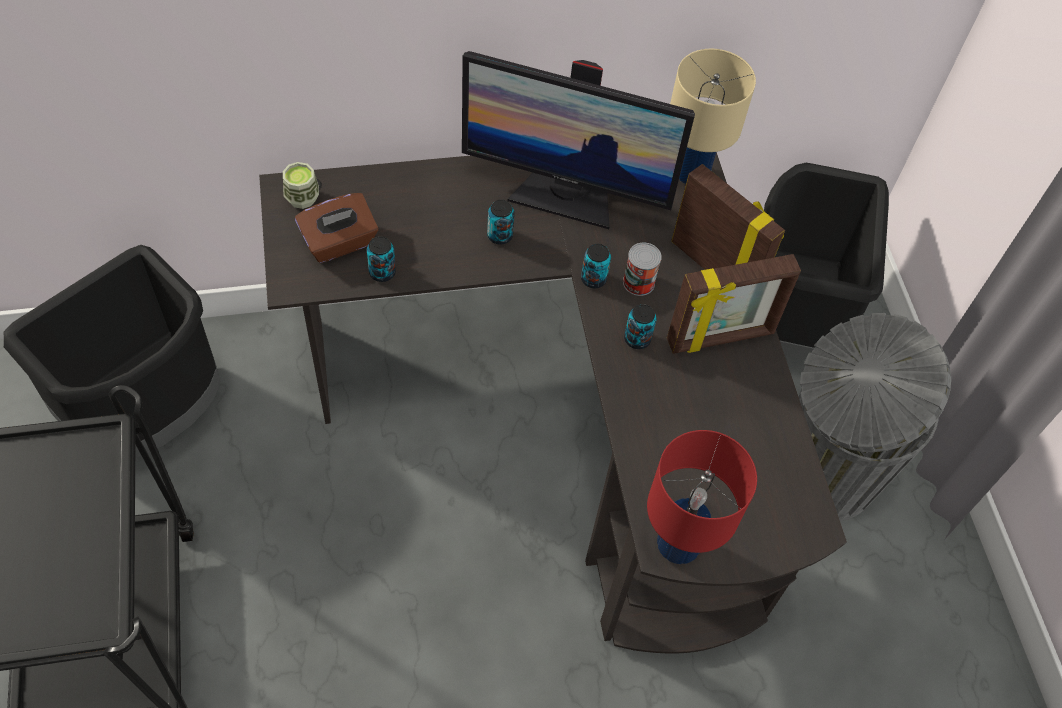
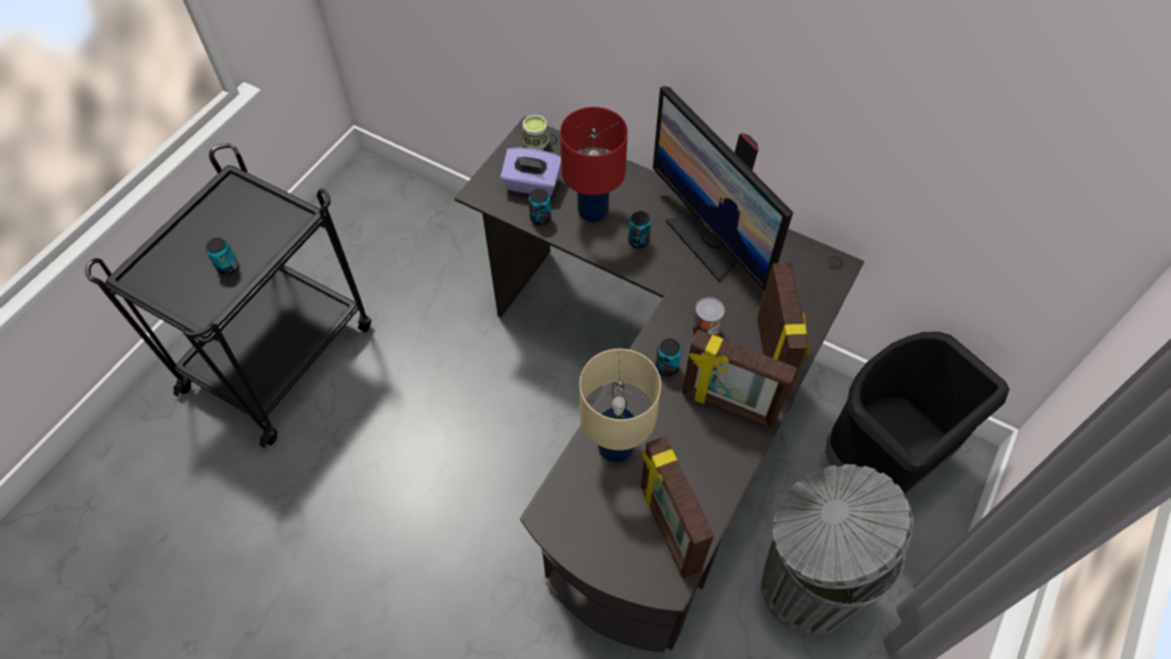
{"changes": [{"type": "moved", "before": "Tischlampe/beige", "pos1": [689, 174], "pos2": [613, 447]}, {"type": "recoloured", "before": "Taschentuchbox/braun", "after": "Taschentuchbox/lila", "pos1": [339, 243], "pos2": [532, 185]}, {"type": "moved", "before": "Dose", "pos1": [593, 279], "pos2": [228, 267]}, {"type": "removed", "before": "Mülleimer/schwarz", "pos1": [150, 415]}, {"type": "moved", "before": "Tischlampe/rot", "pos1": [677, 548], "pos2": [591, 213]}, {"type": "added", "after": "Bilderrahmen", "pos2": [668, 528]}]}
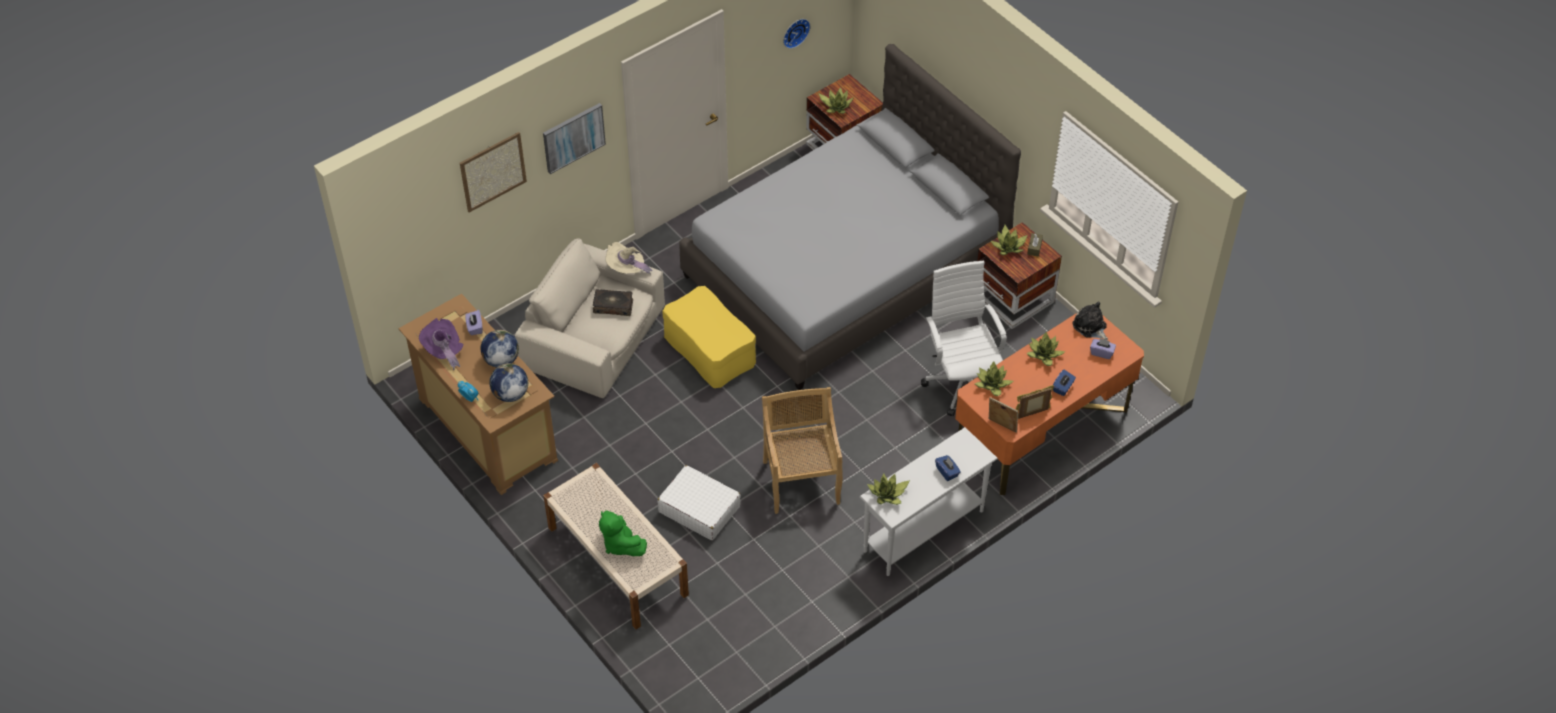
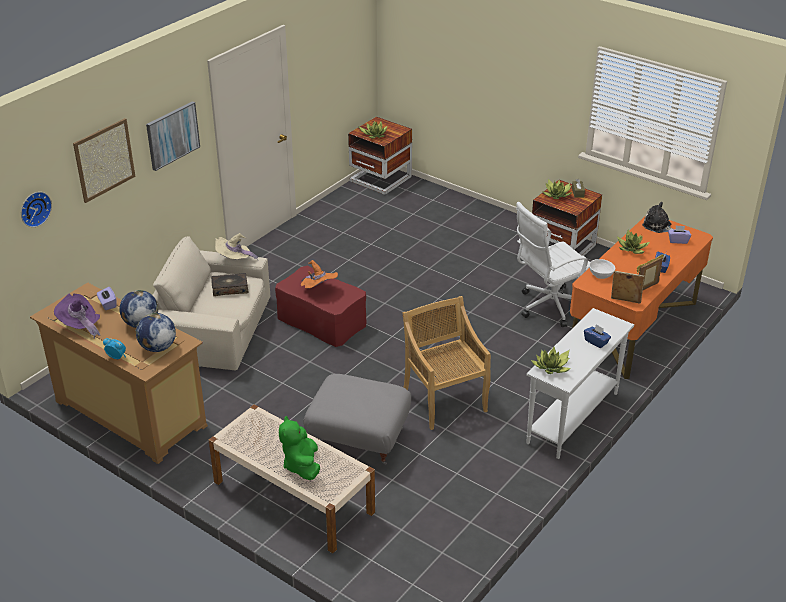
{"changes": [{"type": "moved", "before": "Wanduhr", "pos1": [794, 32], "pos2": [34, 208]}, {"type": "removed", "before": "Bett/grau", "pos1": [846, 269]}, {"type": "turned", "before": "Bürostuhl/weiß", "pos1": [960, 382], "pos2": [549, 307], "turn": -90}, {"type": "recoloured", "before": "Polsterhocker/gelb", "after": "Polsterhocker/rot", "pos1": [710, 350], "pos2": [322, 321]}, {"type": "replaced", "before": "Topfpflanze", "after": "Schüssel/weiß", "pos1": [992, 384], "pos2": [600, 275]}, {"type": "replaced", "before": "Koffer/weiß", "after": "Polsterhocker/grau", "pos1": [699, 509], "pos2": [358, 439]}, {"type": "turned", "before": "Plüschtier/grün", "pos1": [621, 544], "pos2": [302, 465], "turn": 45}, {"type": "added", "after": "Hut/orange", "pos2": [318, 289]}]}
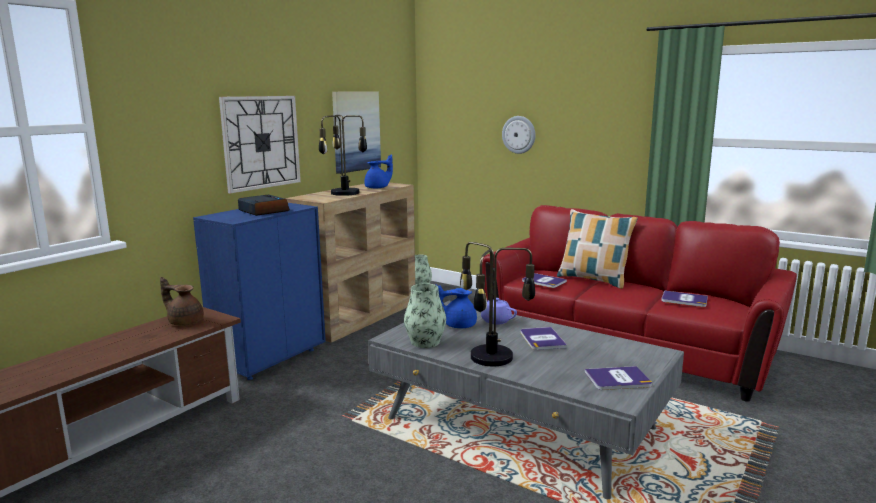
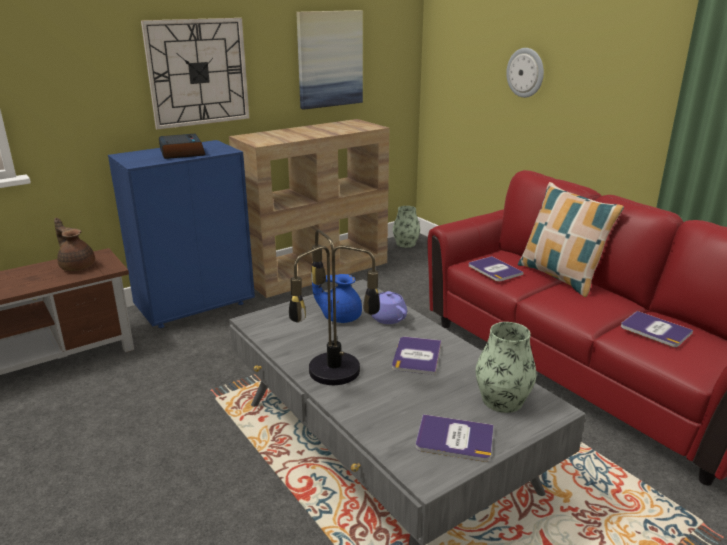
{"changes": [{"type": "removed", "before": "Tischlampe", "pos1": [344, 193]}, {"type": "removed", "before": "Teekanne/blau", "pos1": [378, 188]}, {"type": "moved", "before": "Vase", "pos1": [425, 342], "pos2": [502, 400]}]}
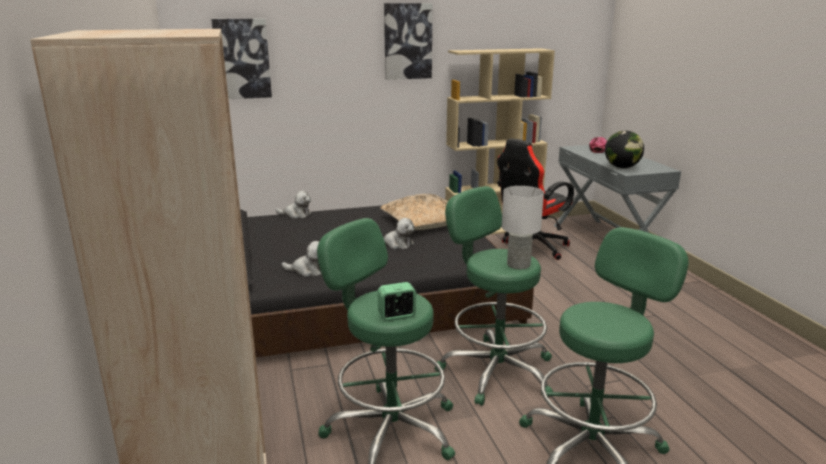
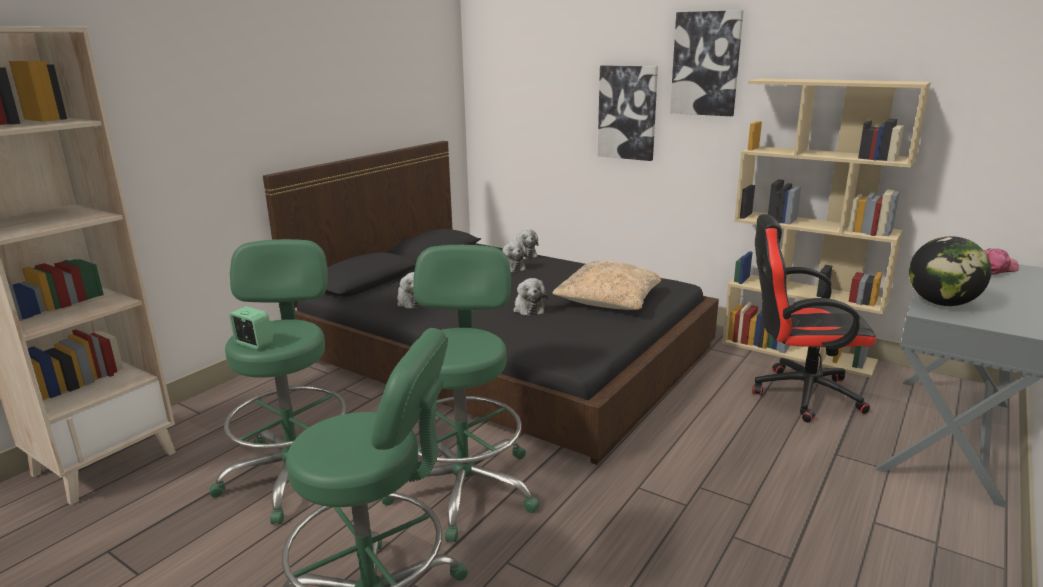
{"changes": [{"type": "moved", "before": "Bild", "pos1": [242, 59], "pos2": [627, 112]}, {"type": "removed", "before": "Tischlampe/weiß", "pos1": [518, 264]}, {"type": "added", "after": "Plüschtier", "pos2": [511, 267]}]}
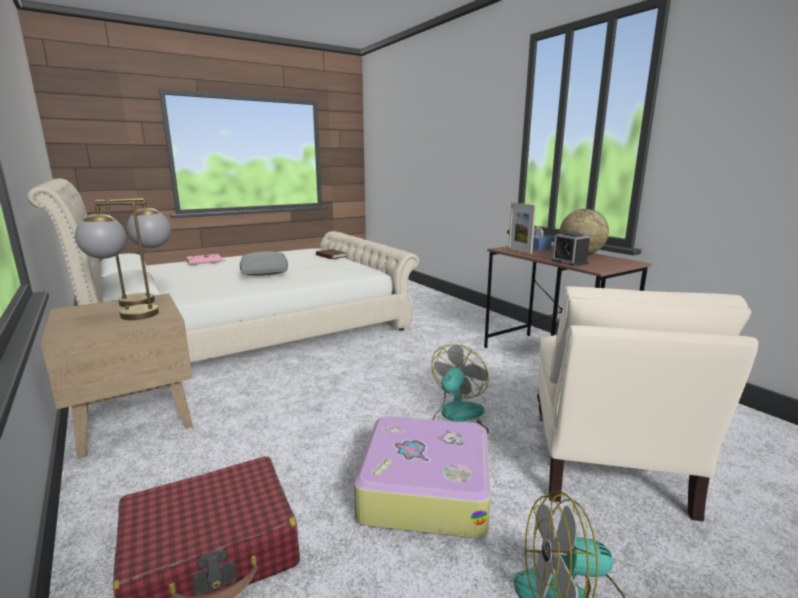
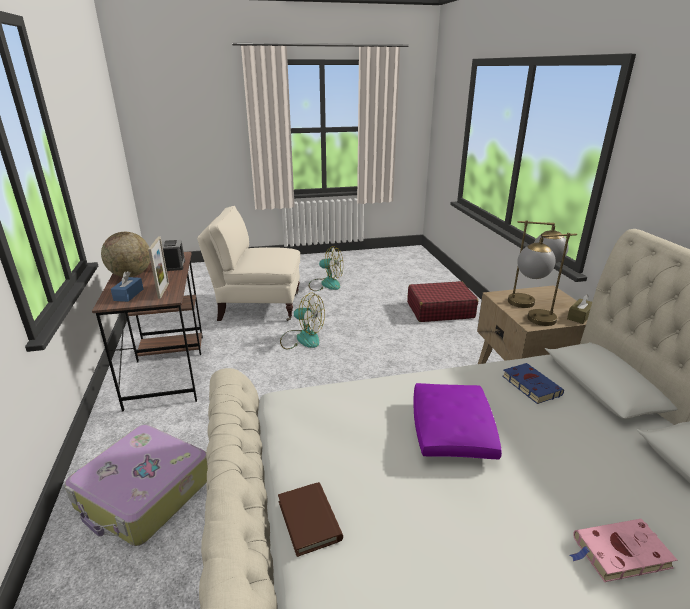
{"changes": [{"type": "recoloured", "before": "Kissen/grau", "after": "Kissen/lila", "pos1": [264, 272], "pos2": [452, 431]}, {"type": "turned", "before": "Sessel/beige", "pos1": [605, 463], "pos2": [257, 306], "turn": -120}, {"type": "turned", "before": "Ventilator", "pos1": [457, 417], "pos2": [302, 338], "turn": -120}, {"type": "moved", "before": "Koffer", "pos1": [424, 488], "pos2": [144, 494]}, {"type": "added", "after": "Taschentuchbox/braun", "pos2": [579, 316]}, {"type": "added", "after": "Buch/blau", "pos2": [529, 385]}]}
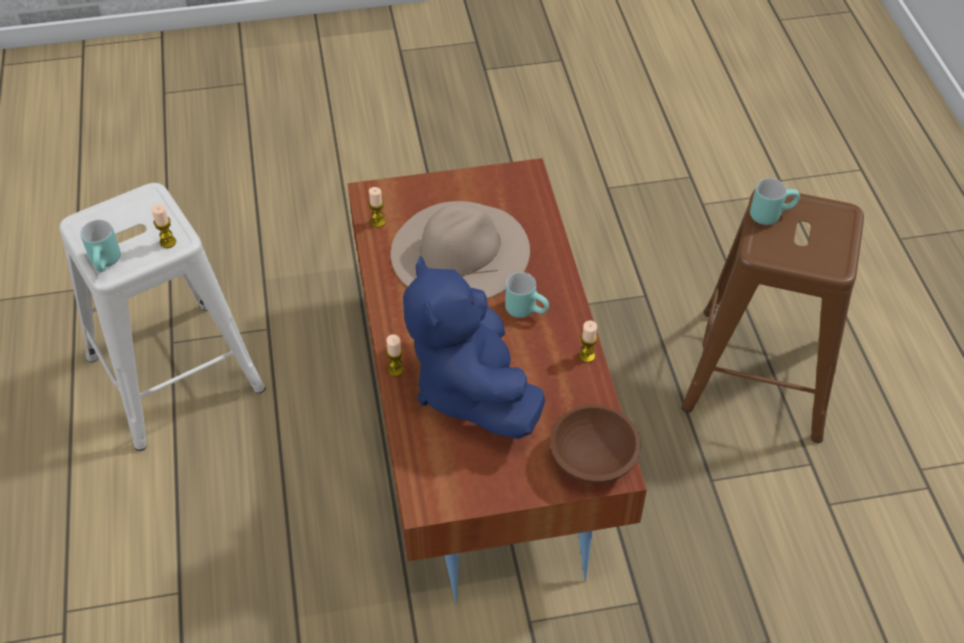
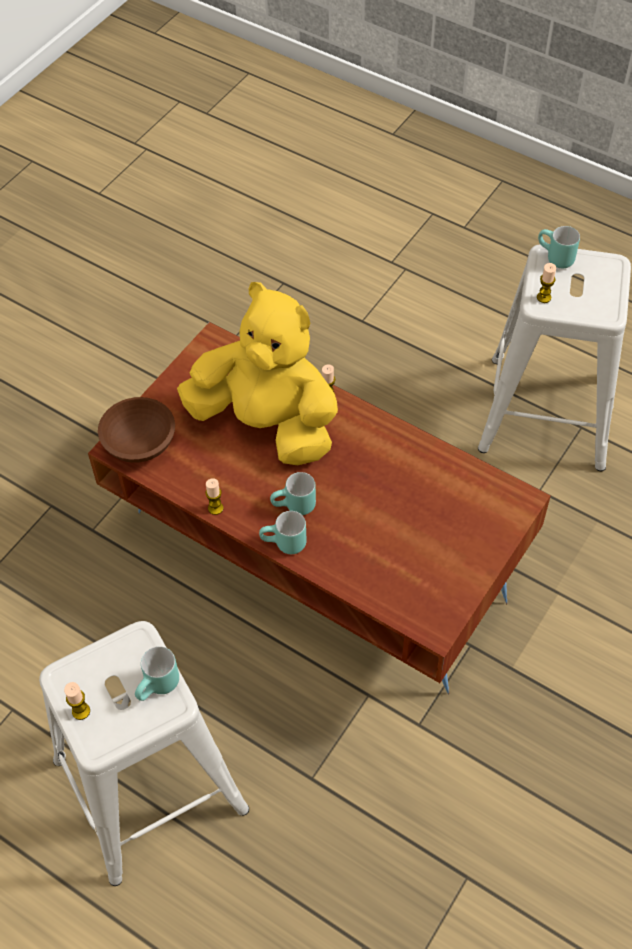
{"changes": [{"type": "moved", "before": "Kerze", "pos1": [377, 222], "pos2": [81, 711]}, {"type": "recoloured", "before": "Hocker/braun", "after": "Hocker/weiß", "pos1": [760, 374], "pos2": [149, 784]}, {"type": "removed", "before": "Hut/beige", "pos1": [460, 251]}, {"type": "recoloured", "before": "Plüschtier/blau", "after": "Plüschtier/gelb", "pos1": [470, 388], "pos2": [267, 423]}, {"type": "added", "after": "Henkelbecher/türkis", "pos2": [284, 545]}]}
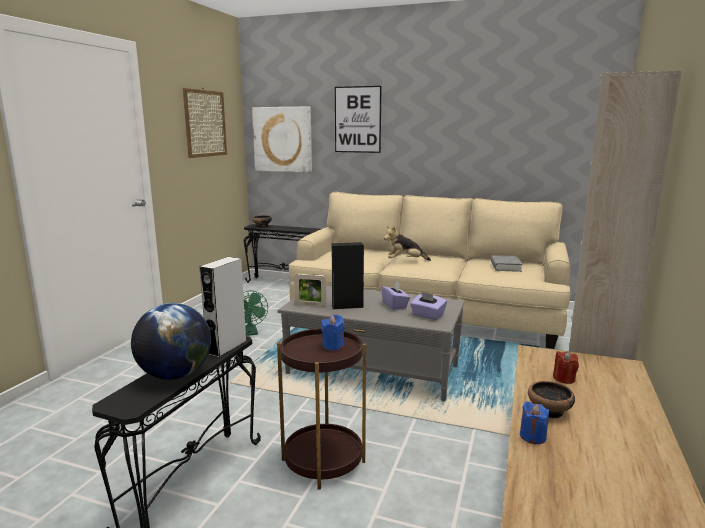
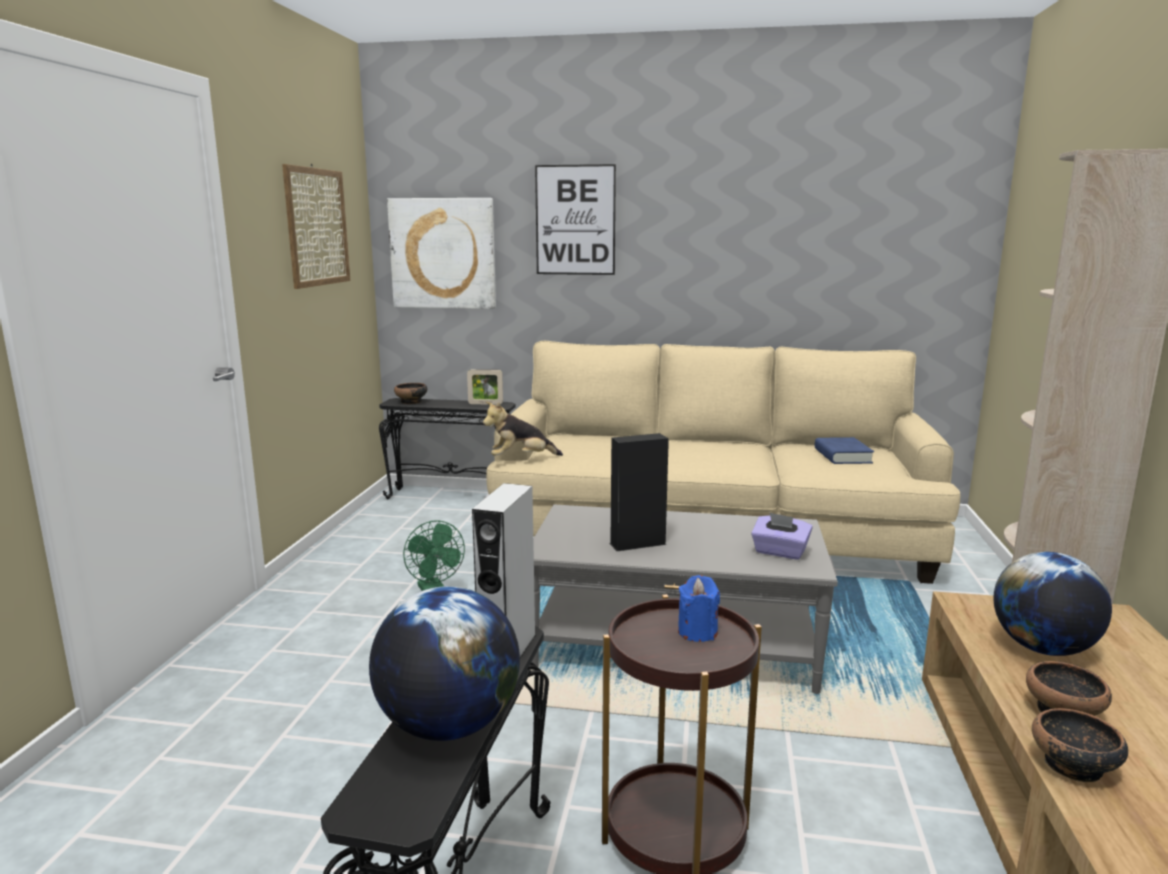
{"changes": [{"type": "moved", "before": "Plüschtier", "pos1": [405, 261], "pos2": [521, 459]}, {"type": "recoloured", "before": "Buch/grau", "after": "Buch/blau", "pos1": [505, 266], "pos2": [842, 456]}, {"type": "moved", "before": "Bilderrahmen", "pos1": [310, 305], "pos2": [485, 403]}, {"type": "removed", "before": "Taschentuchbox/lila", "pos1": [395, 305]}, {"type": "replaced", "before": "Kerze/rot", "after": "Globus", "pos1": [564, 378], "pos2": [1043, 648]}, {"type": "replaced", "before": "Kerze/blau", "after": "Schüssel", "pos1": [532, 436], "pos2": [1073, 766]}]}
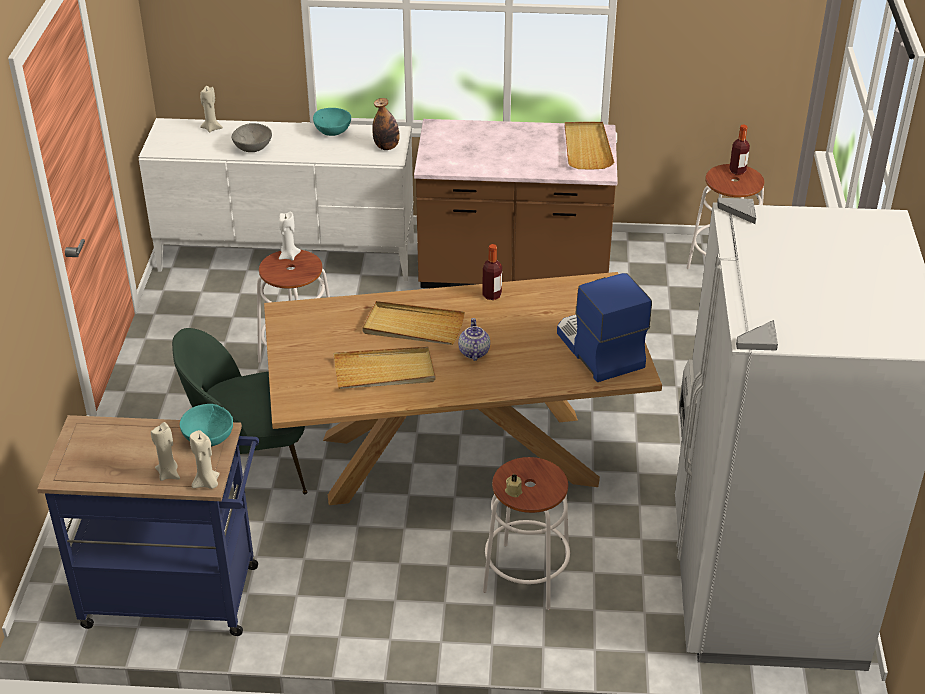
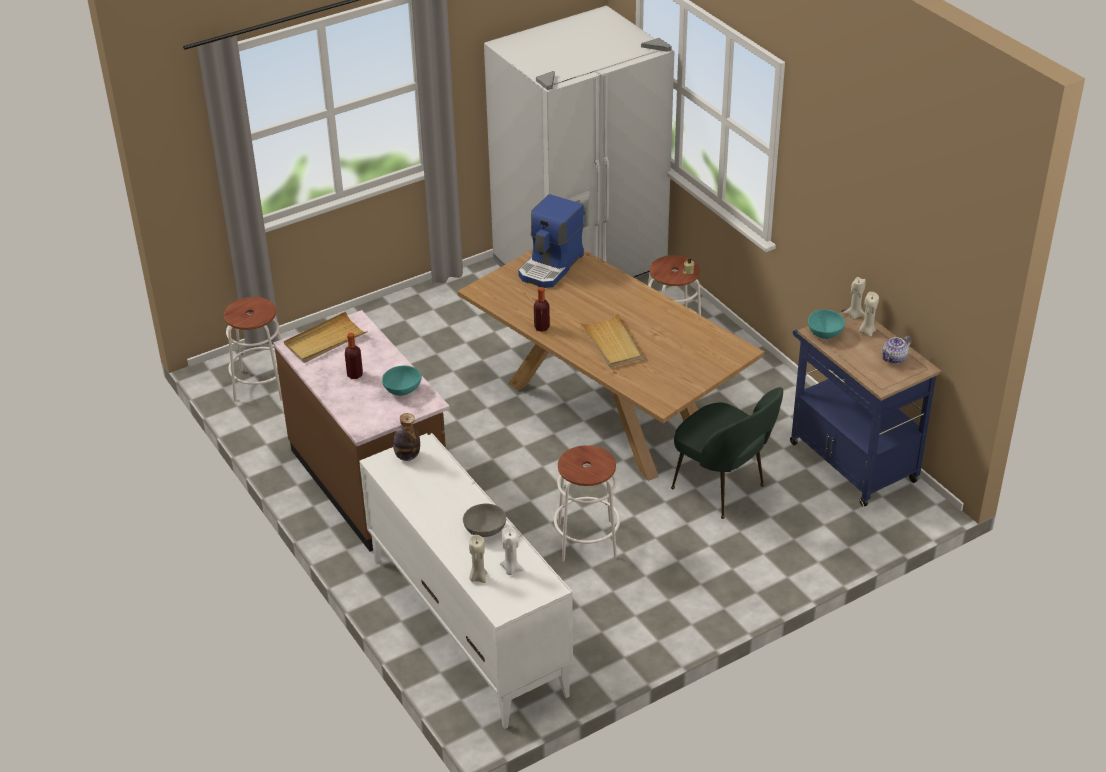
{"changes": [{"type": "moved", "before": "Schüssel/türkis", "pos1": [332, 132], "pos2": [403, 390]}, {"type": "moved", "before": "Flasche", "pos1": [737, 171], "pos2": [355, 375]}, {"type": "moved", "before": "Kerze/weiß", "pos1": [289, 256], "pos2": [511, 569]}, {"type": "moved", "before": "Teekanne", "pos1": [473, 352], "pos2": [894, 359]}, {"type": "removed", "before": "Tablett/beige", "pos1": [384, 372]}]}
